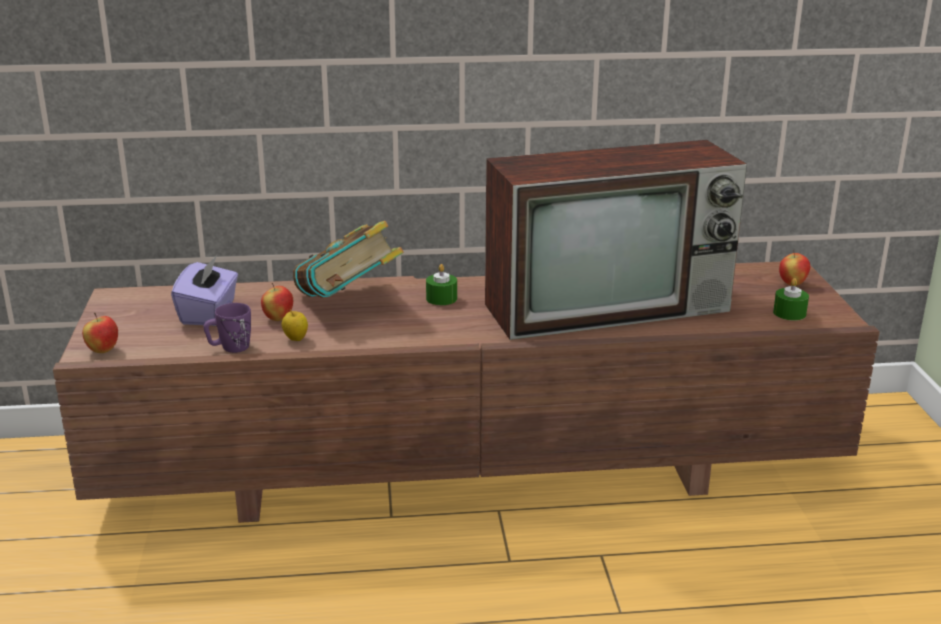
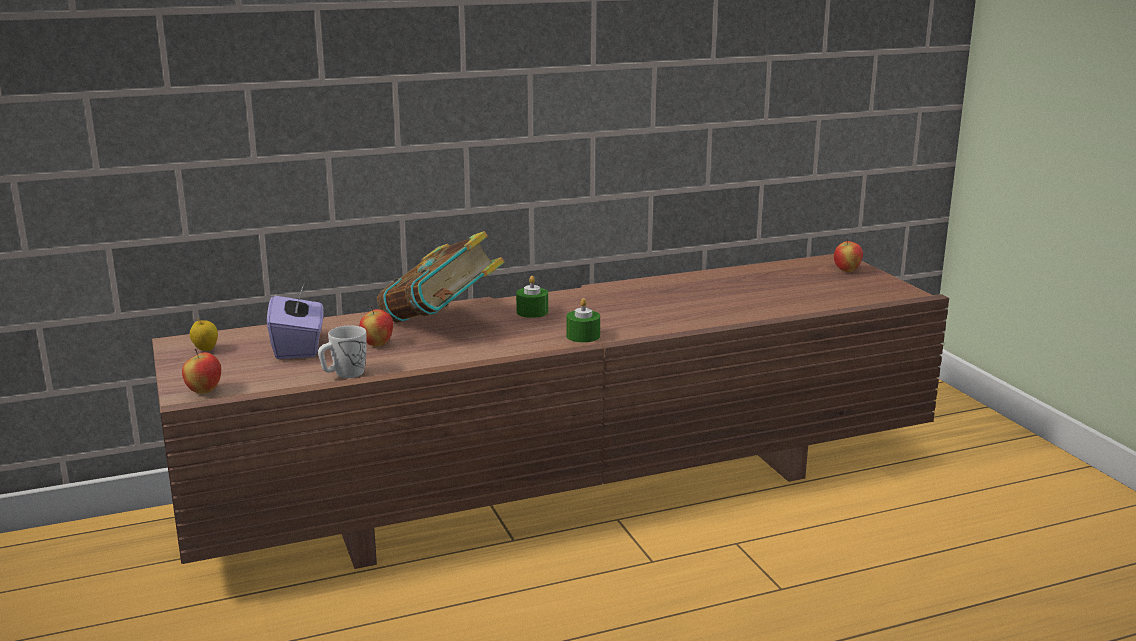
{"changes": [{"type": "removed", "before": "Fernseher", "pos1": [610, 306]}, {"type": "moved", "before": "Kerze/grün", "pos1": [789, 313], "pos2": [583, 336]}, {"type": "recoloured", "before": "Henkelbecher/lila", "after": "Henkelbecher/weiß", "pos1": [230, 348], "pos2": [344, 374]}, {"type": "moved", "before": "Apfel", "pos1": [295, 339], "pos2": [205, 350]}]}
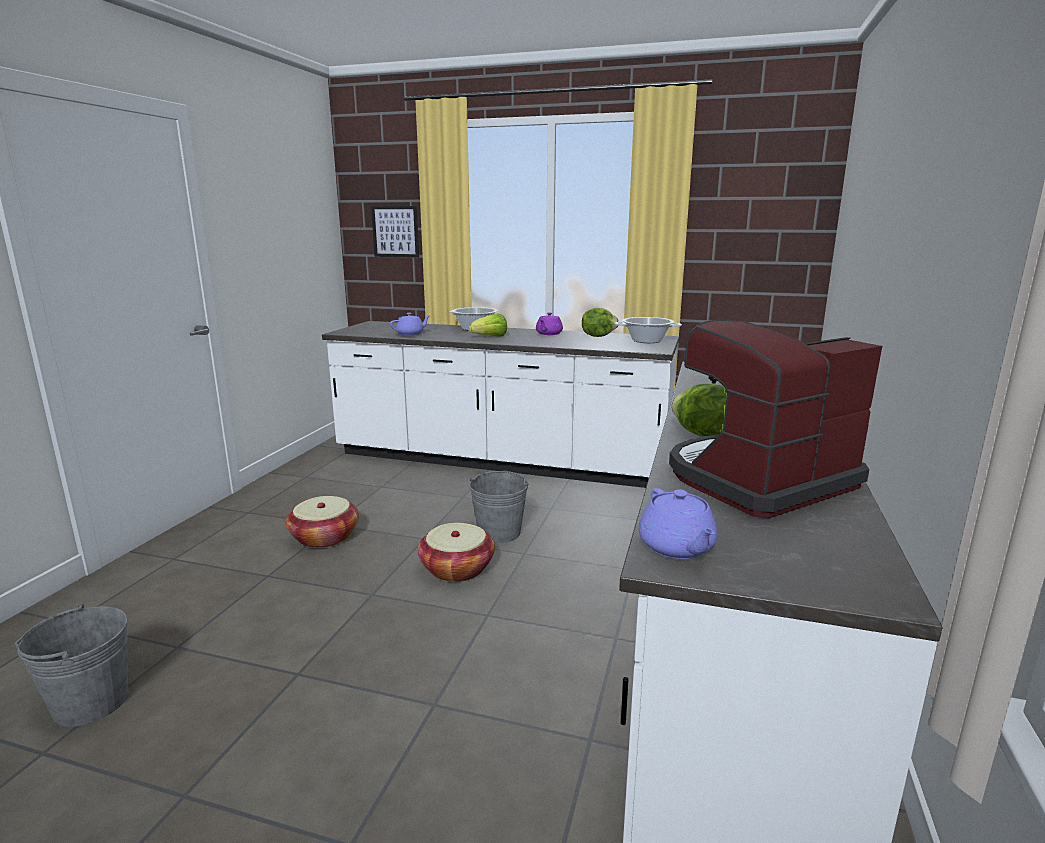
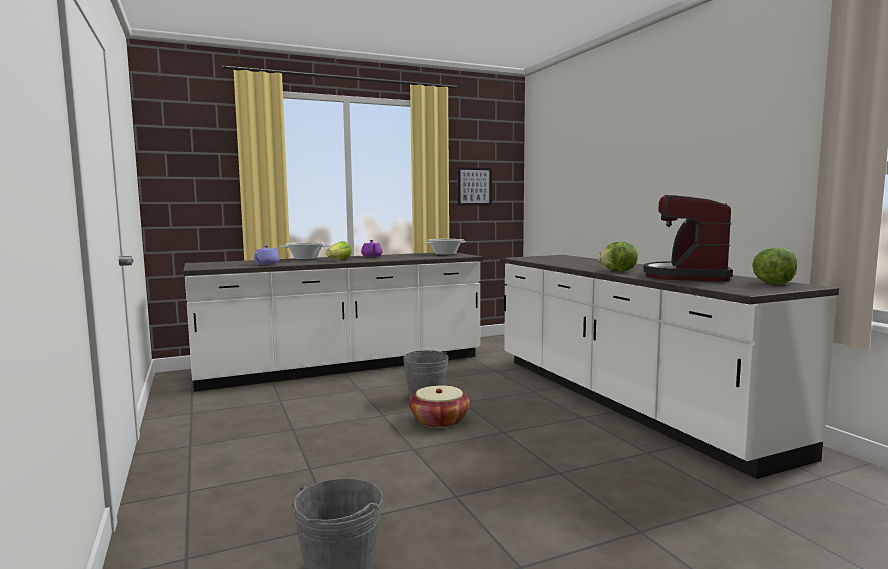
{"changes": [{"type": "moved", "before": "Bild", "pos1": [395, 231], "pos2": [474, 186]}, {"type": "moved", "before": "Salatkopf", "pos1": [598, 336], "pos2": [773, 283]}, {"type": "removed", "before": "Teekanne/lila", "pos1": [677, 547]}, {"type": "removed", "before": "Korb", "pos1": [324, 537]}]}
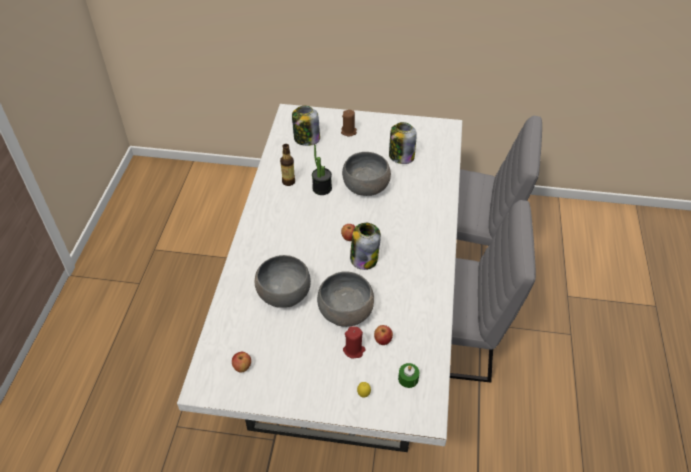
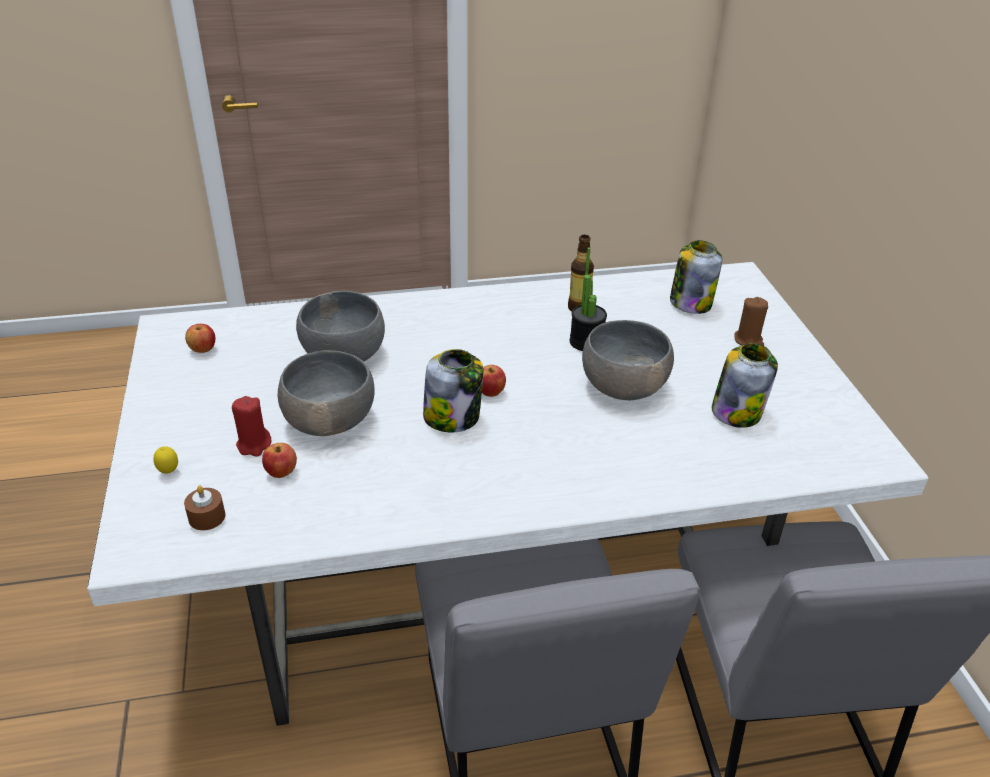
{"changes": [{"type": "recoloured", "before": "Kerze/grün", "after": "Kerze/braun", "pos1": [408, 379], "pos2": [207, 517]}]}
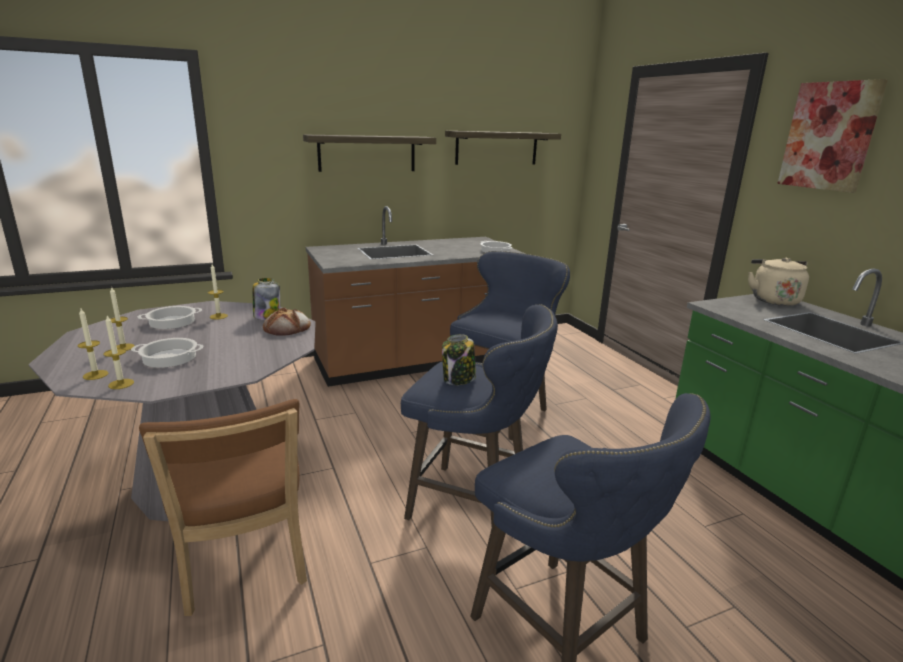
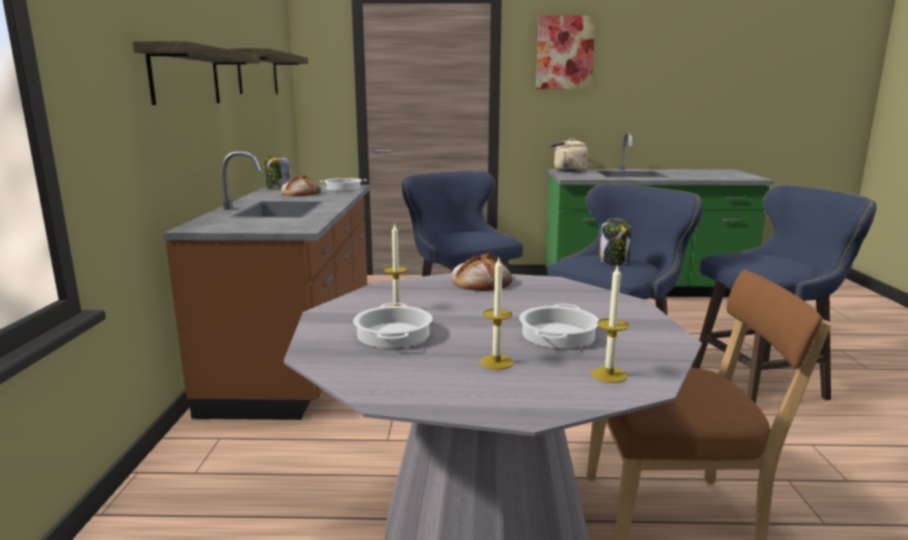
{"changes": [{"type": "moved", "before": "Vorratsglas", "pos1": [267, 317], "pos2": [278, 188]}, {"type": "removed", "before": "Kerze", "pos1": [121, 384]}, {"type": "added", "after": "Brot", "pos2": [301, 193]}]}
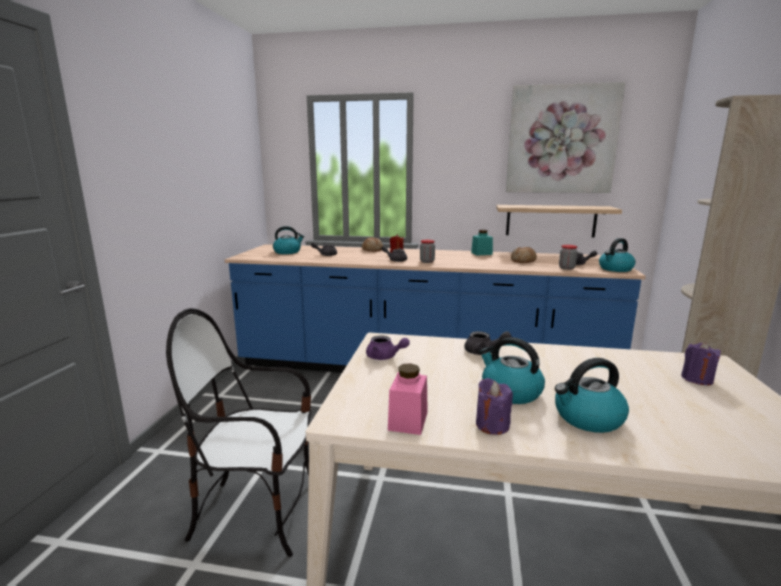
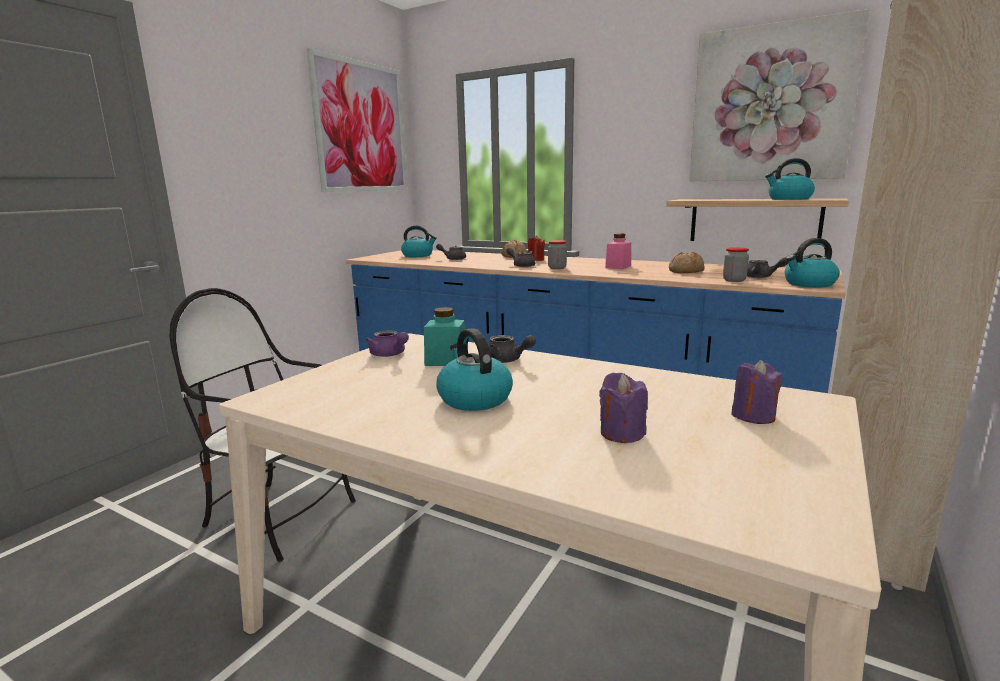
{"changes": [{"type": "moved", "before": "Vorratsglas/türkis", "pos1": [481, 253], "pos2": [446, 361]}, {"type": "moved", "before": "Wasserkessel", "pos1": [587, 418], "pos2": [788, 199]}, {"type": "moved", "before": "Vorratsglas/rosa", "pos1": [408, 421], "pos2": [618, 267]}, {"type": "moved", "before": "Kerze/lila", "pos1": [492, 425], "pos2": [621, 433]}, {"type": "added", "after": "Bild", "pos2": [361, 128]}]}
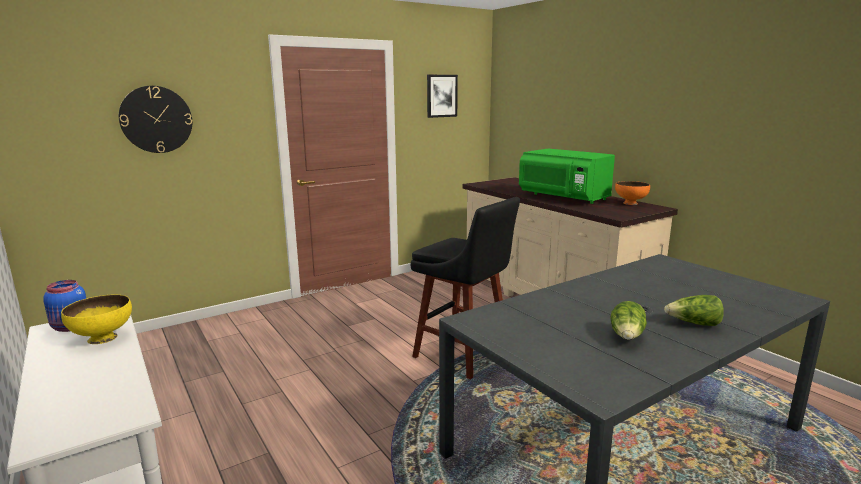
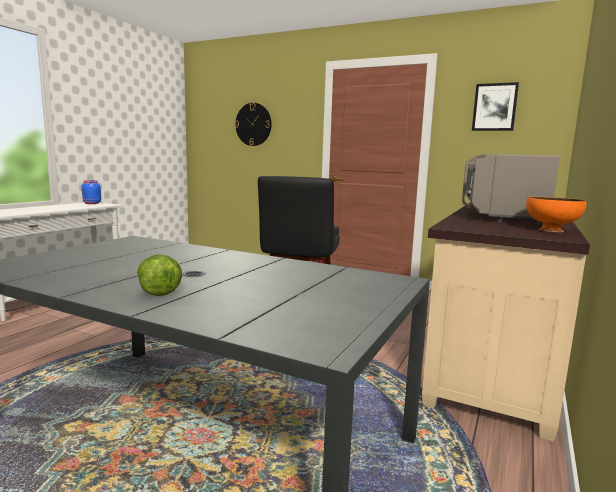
{"changes": [{"type": "recoloured", "before": "Mikrowelle/grün", "after": "Mikrowelle/grau", "pos1": [563, 197], "pos2": [500, 216]}, {"type": "removed", "before": "Schüssel/gelb", "pos1": [102, 338]}, {"type": "removed", "before": "Salatkopf", "pos1": [627, 337]}]}
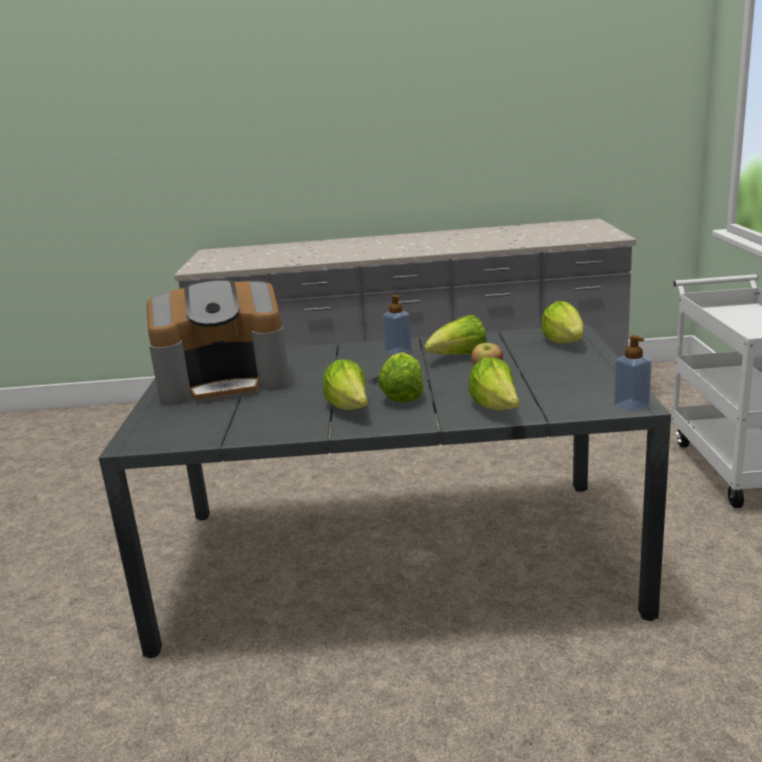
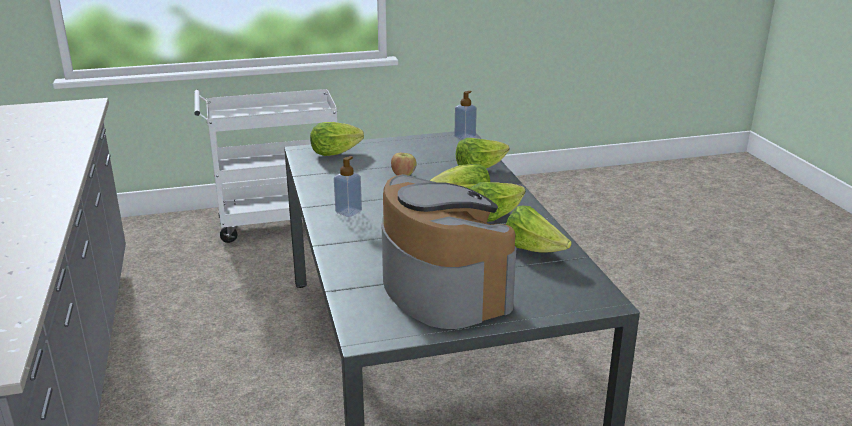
{"changes": [{"type": "moved", "before": "Salatkopf", "pos1": [458, 357], "pos2": [533, 250]}]}
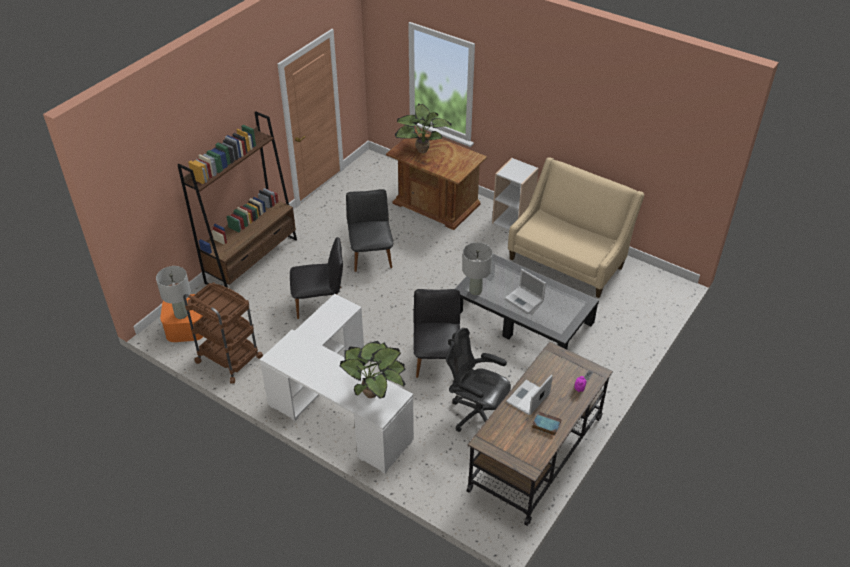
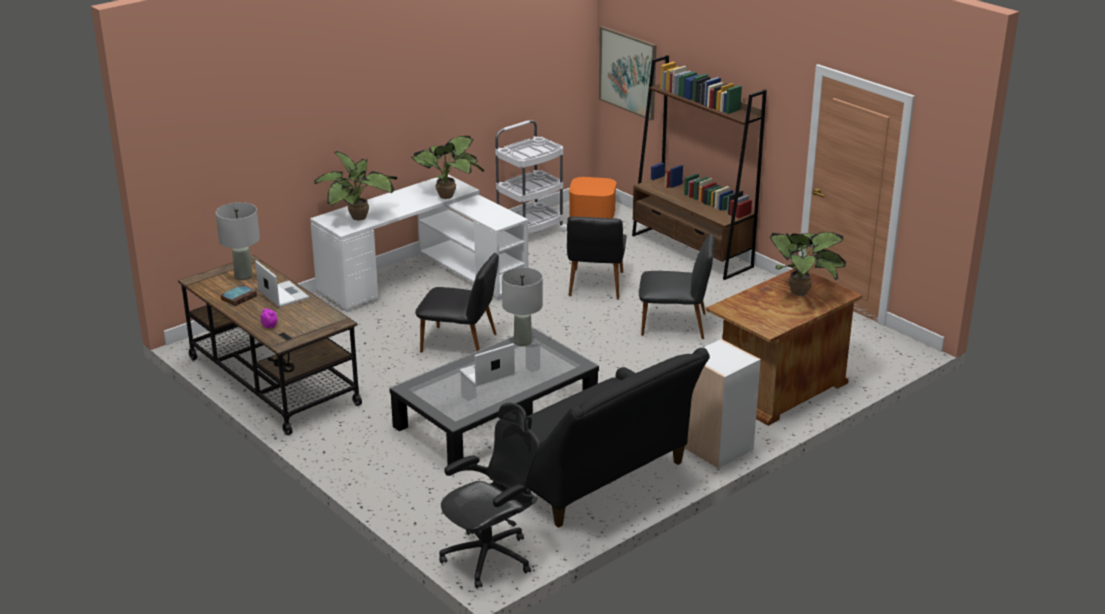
{"changes": [{"type": "recoloured", "before": "Sofa/beige", "after": "Sofa/schwarz", "pos1": [568, 260], "pos2": [599, 479]}, {"type": "moved", "before": "Tischlampe/grau", "pos1": [181, 315], "pos2": [243, 276]}, {"type": "recoloured", "before": "Rollwagen/braun", "after": "Rollwagen/weiß", "pos1": [229, 359], "pos2": [530, 231]}, {"type": "moved", "before": "Bürostuhl", "pos1": [476, 413], "pos2": [491, 555]}, {"type": "added", "after": "Bild", "pos2": [628, 72]}, {"type": "added", "after": "Topfpflanze", "pos2": [448, 195]}]}
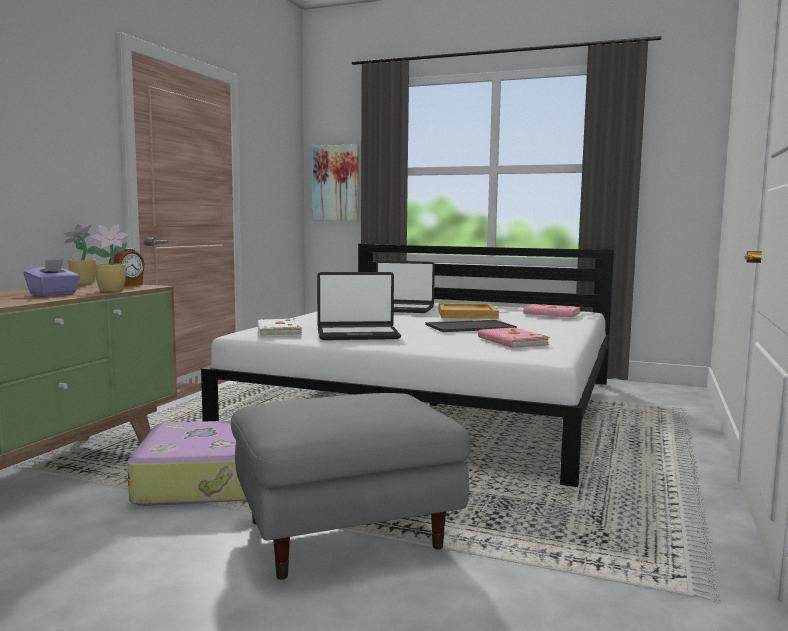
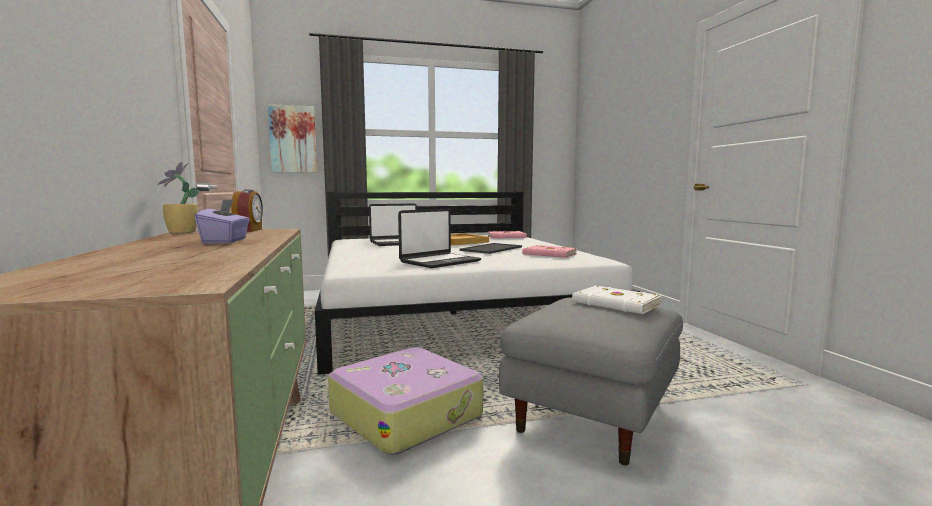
{"changes": [{"type": "removed", "before": "Topfpflanze", "pos1": [113, 291]}, {"type": "moved", "before": "Buch/weiß", "pos1": [278, 331], "pos2": [615, 304]}]}
